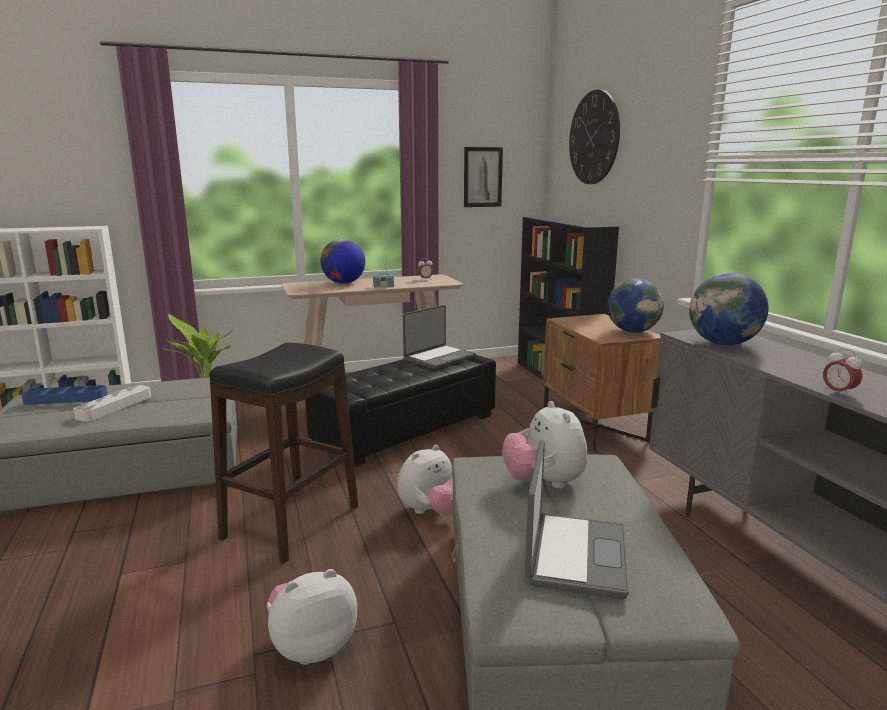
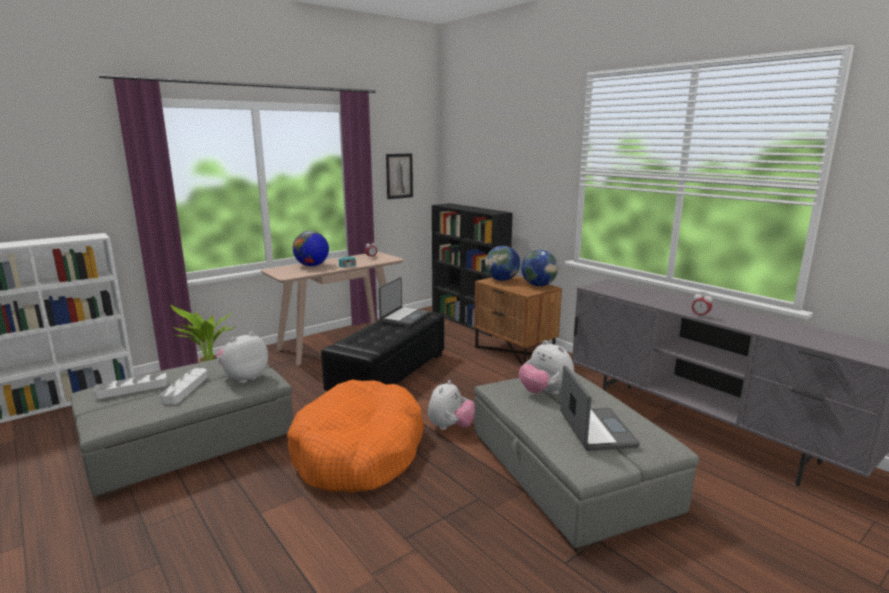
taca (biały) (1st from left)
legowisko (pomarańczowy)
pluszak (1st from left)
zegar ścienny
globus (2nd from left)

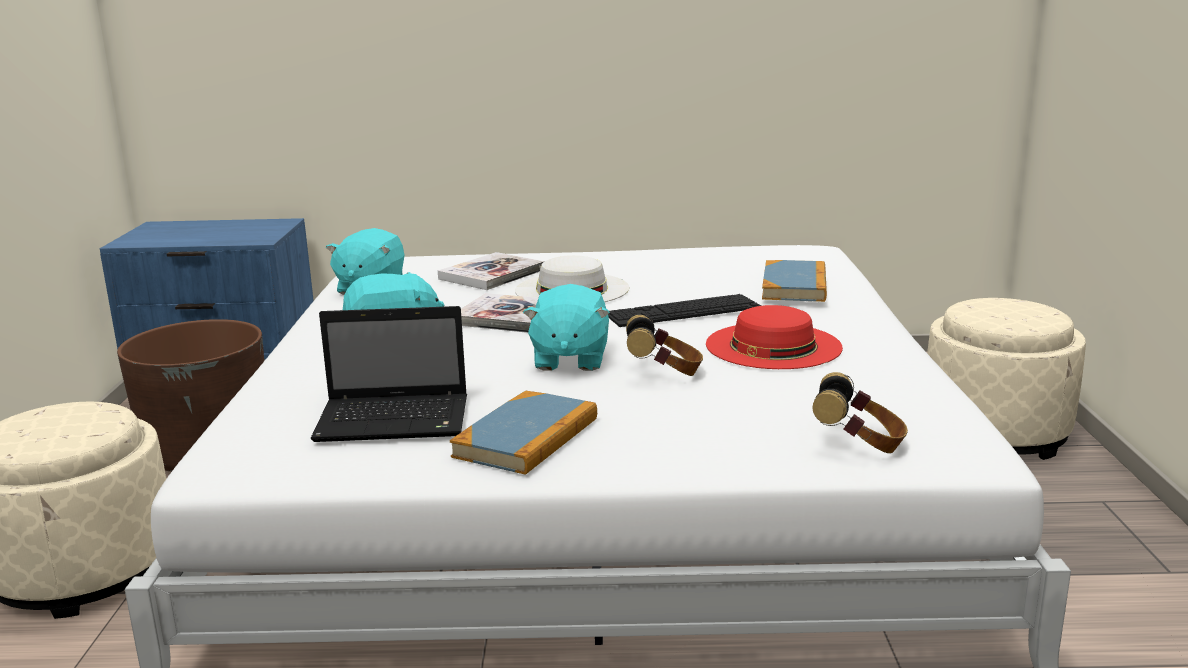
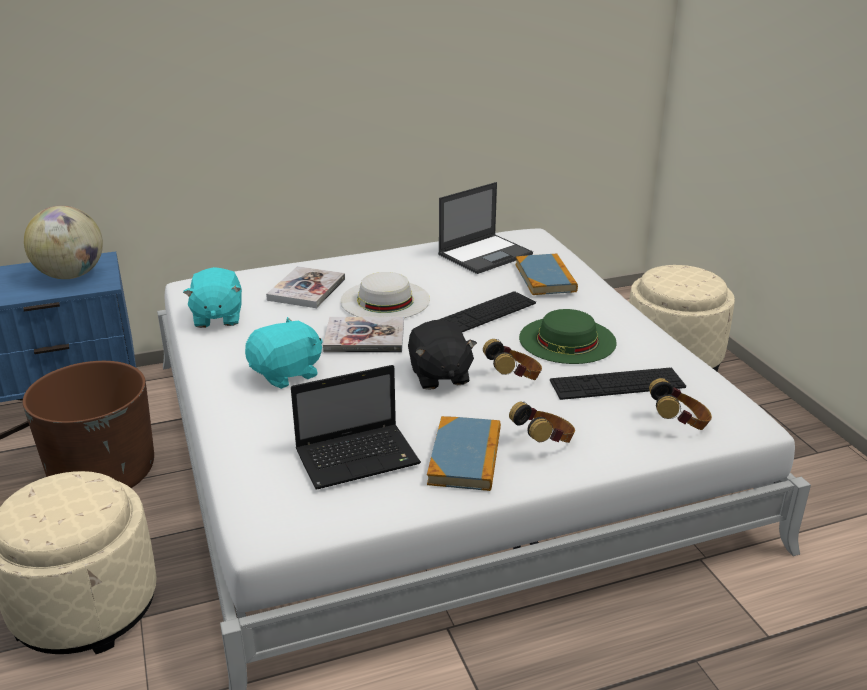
pluszak (czarny)
kapelusz (zielony)
globus
laptop (2nd from left)
słuchawki (2nd from left)
klawiatura (2nd from left)

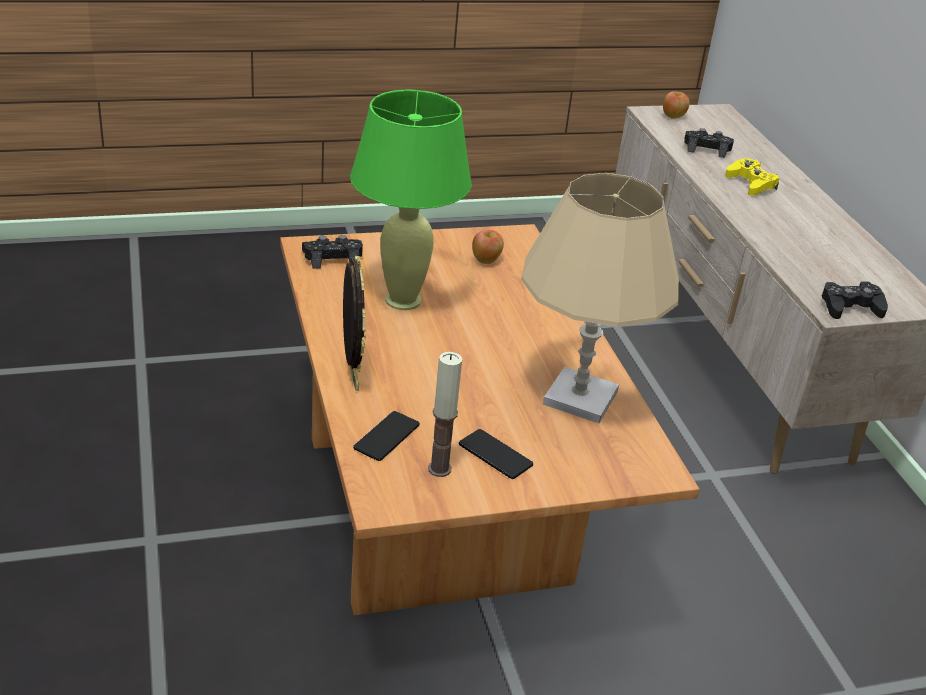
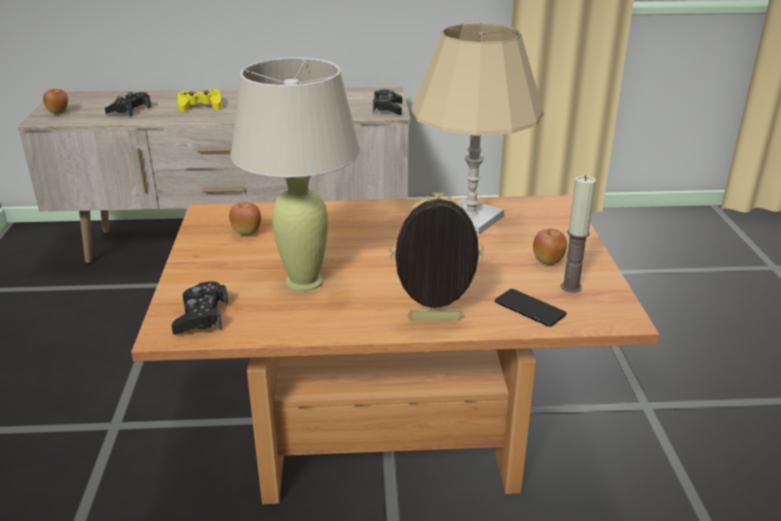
lampa stołowa (beżowy) (1st from left)
jabłko (3rd from left)

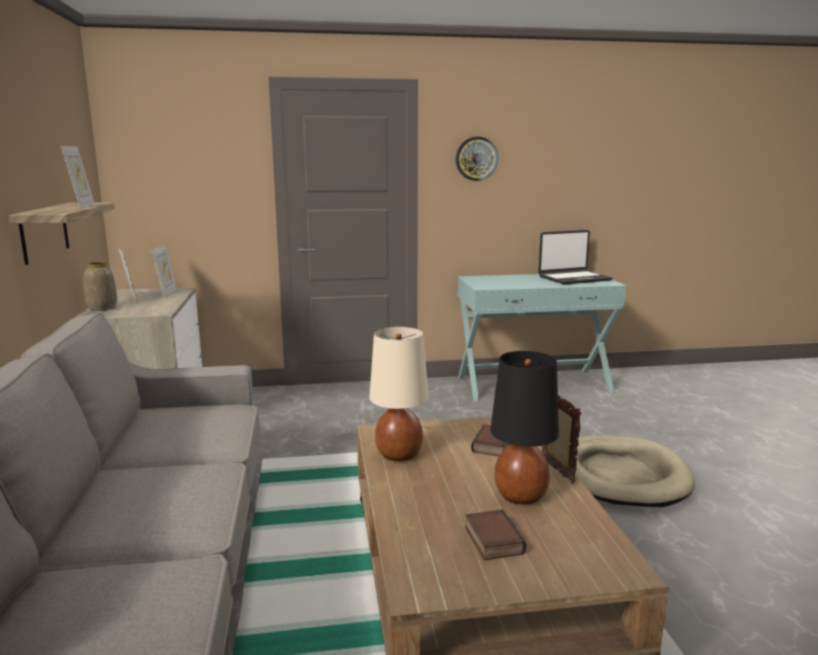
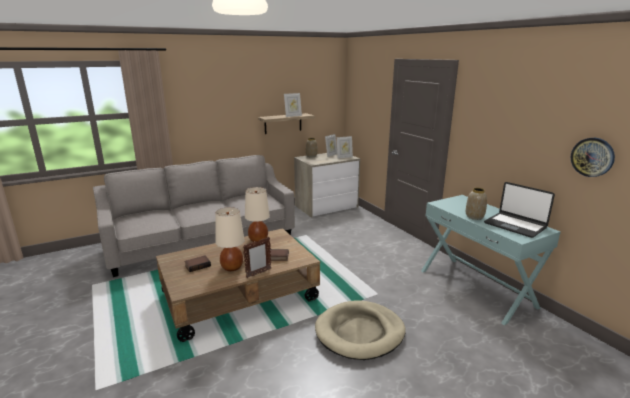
zegar ścienny
lampa stołowa (beżowy) (1st from left)
wazon (2nd from left)

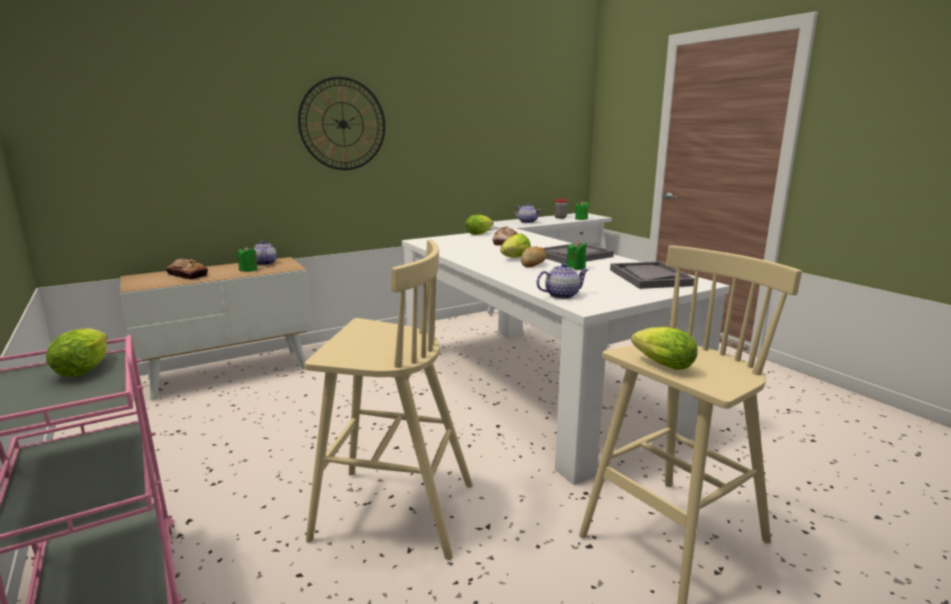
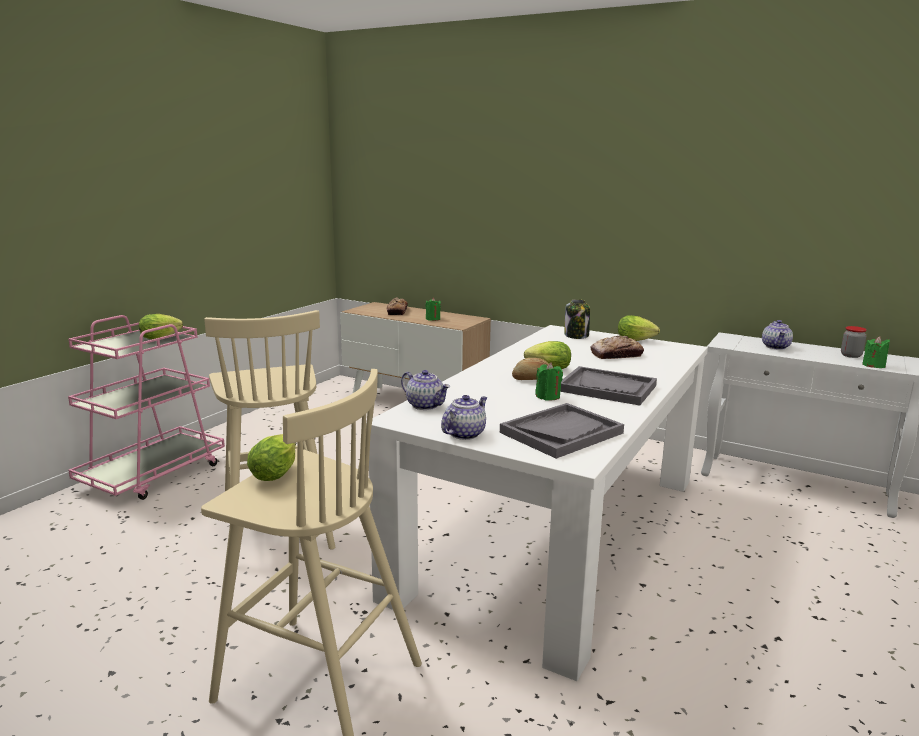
imbryk (2nd from left)
zegar ścienny
słoik (1st from left)

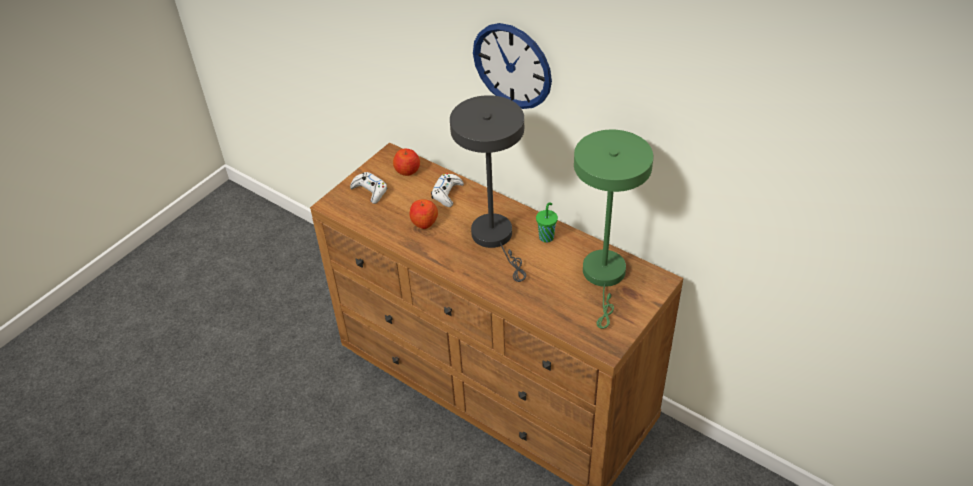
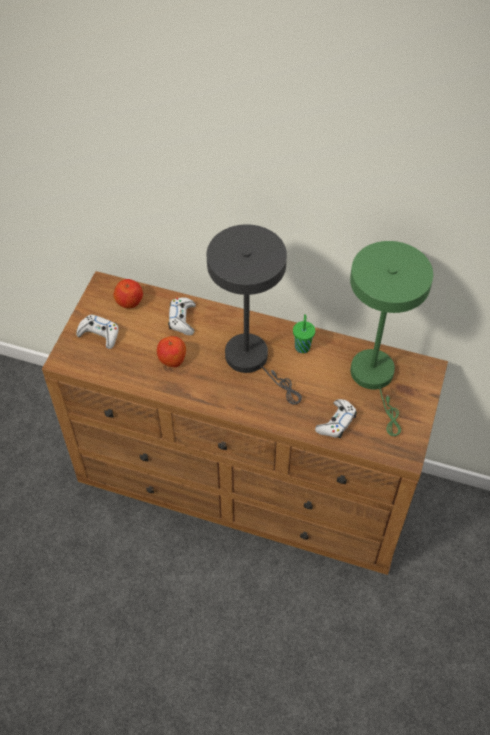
zegar ścienny
pad do gier (biały) (3rd from left)

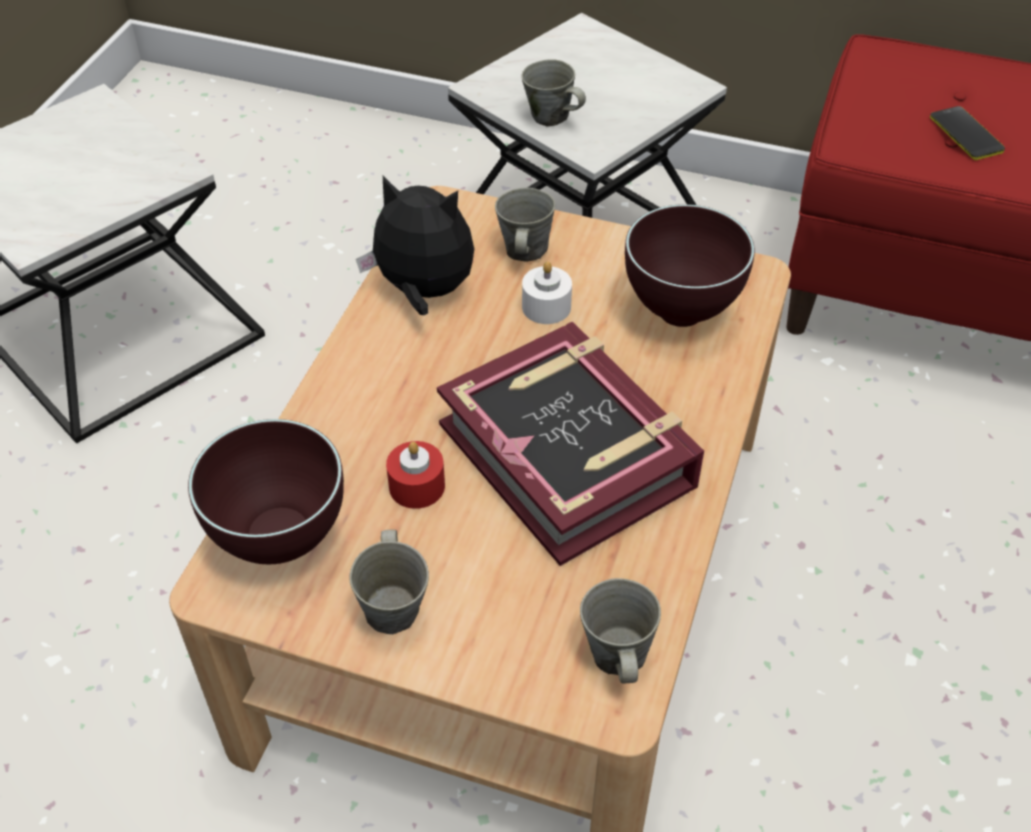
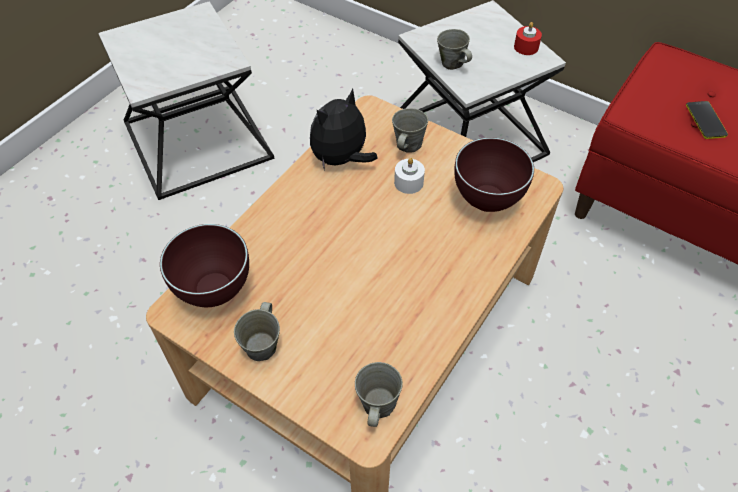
pluszak
świeca (czerwony)
książka

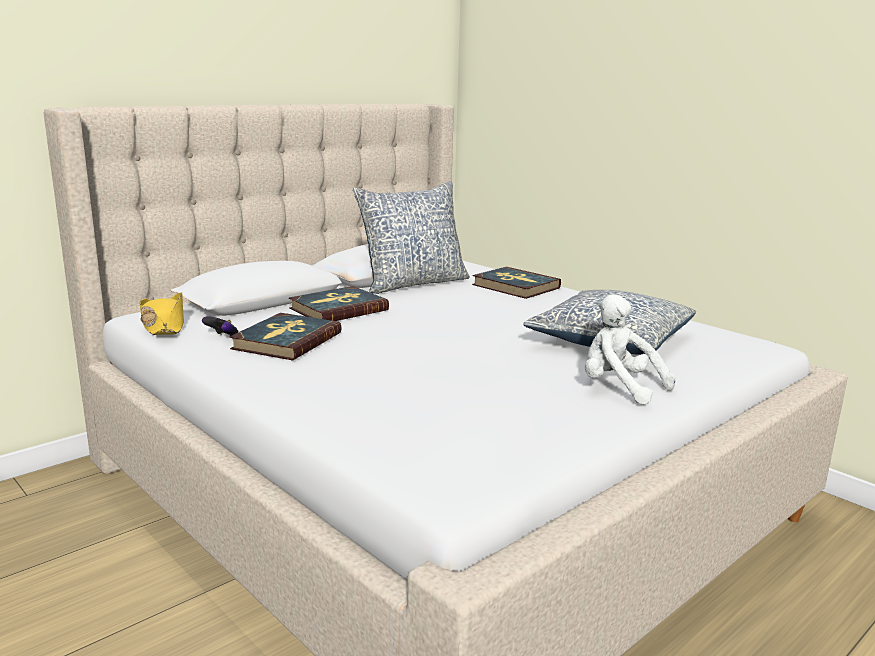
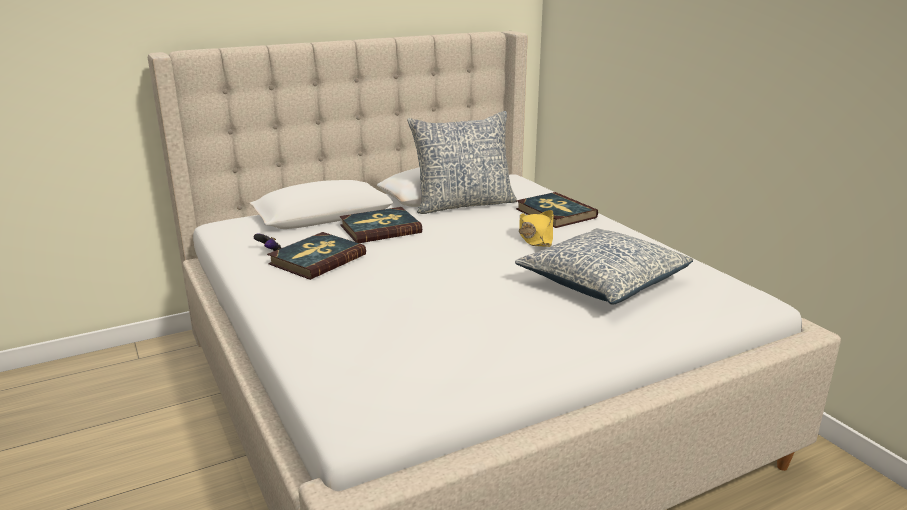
kapelusz (żółty)
pluszak (biały)

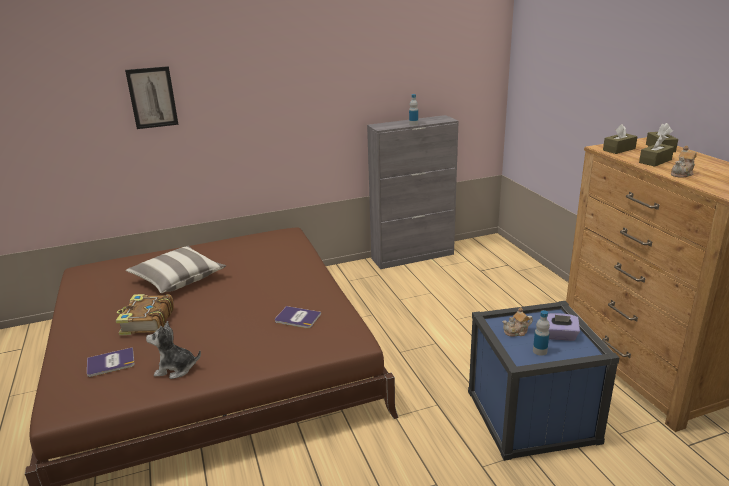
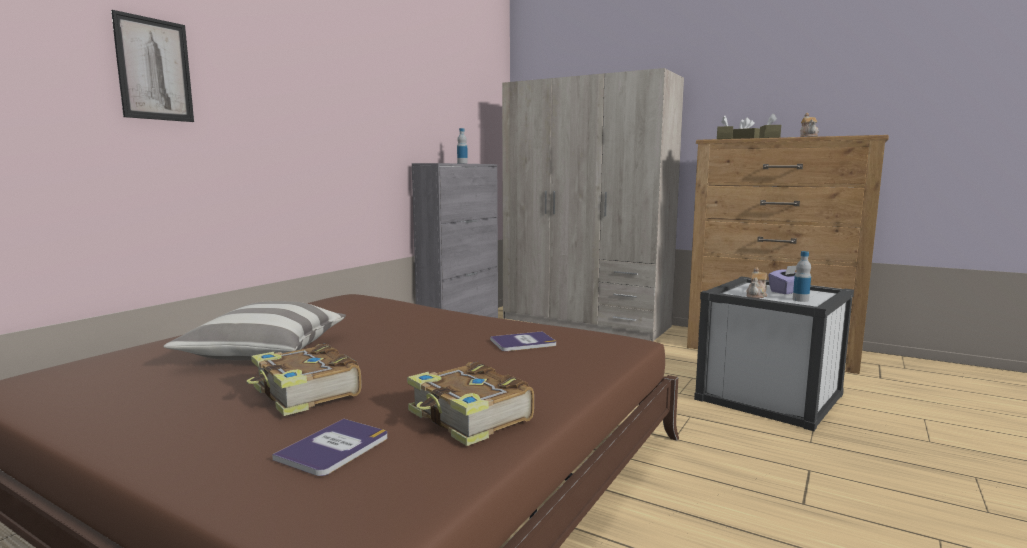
książka (3rd from left)
pojemnik do przechowywania (biały)
szafa (beżowy)

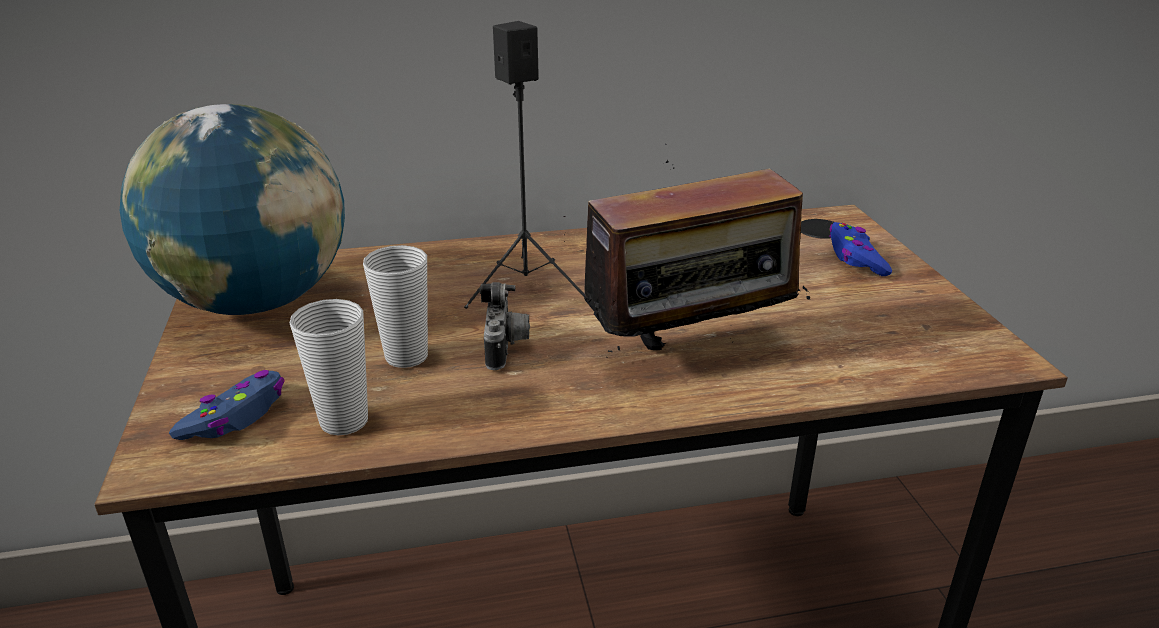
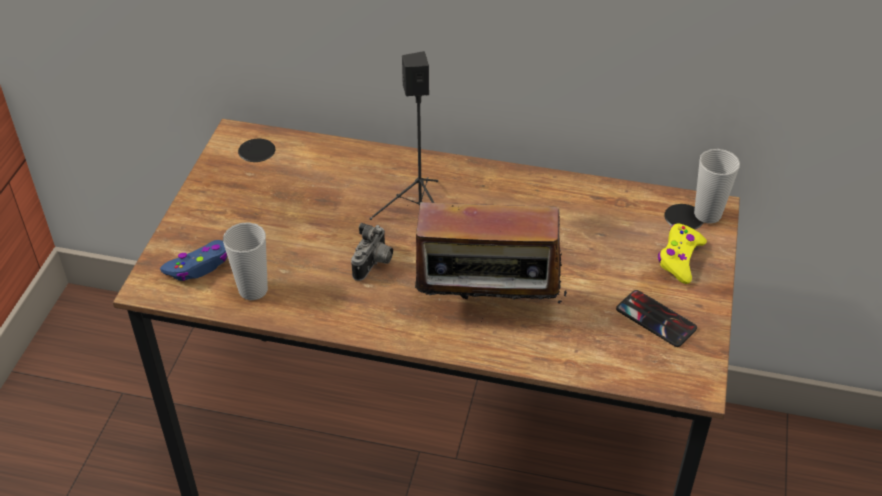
globus
filiżanka (2nd from left)
pad do gier (żółty)
telefon

